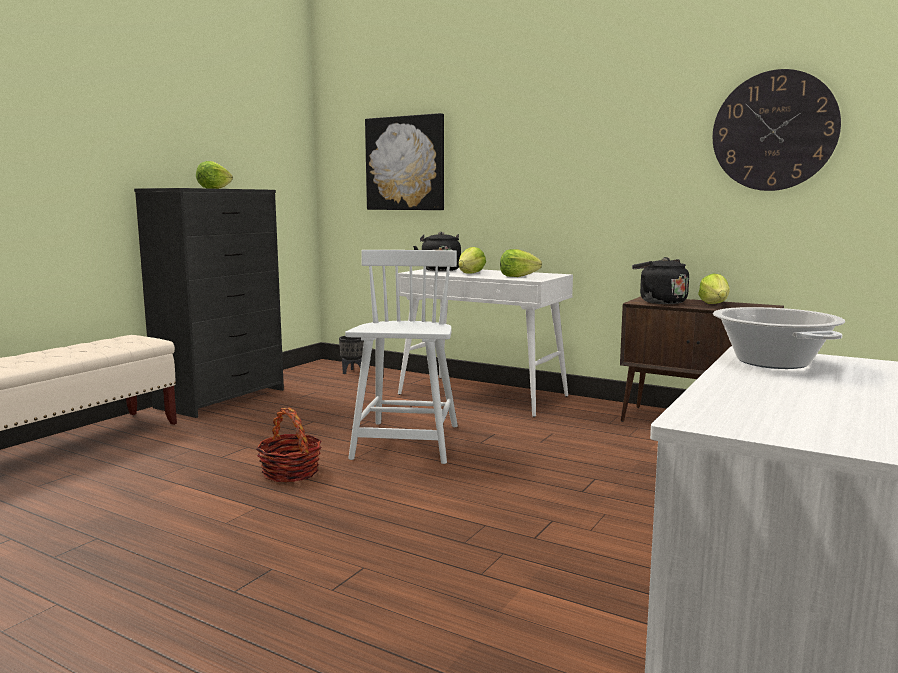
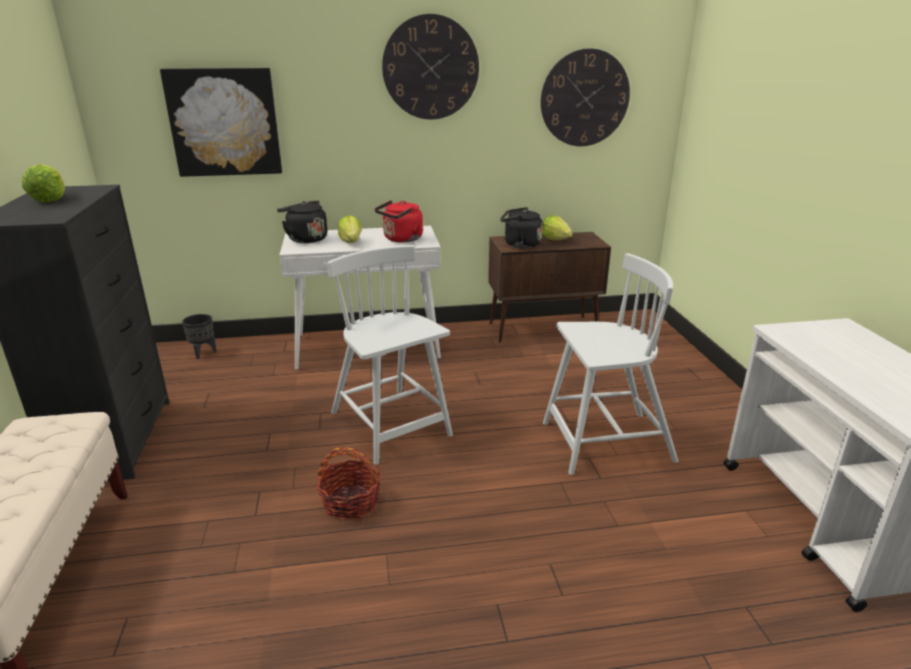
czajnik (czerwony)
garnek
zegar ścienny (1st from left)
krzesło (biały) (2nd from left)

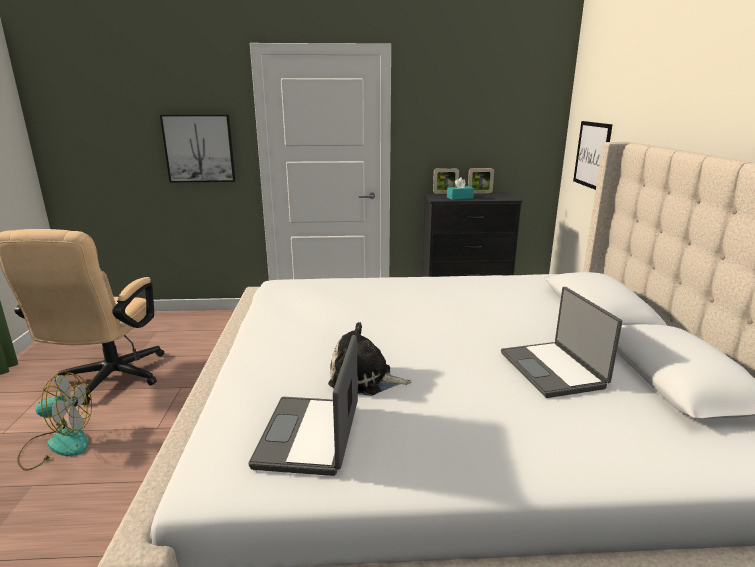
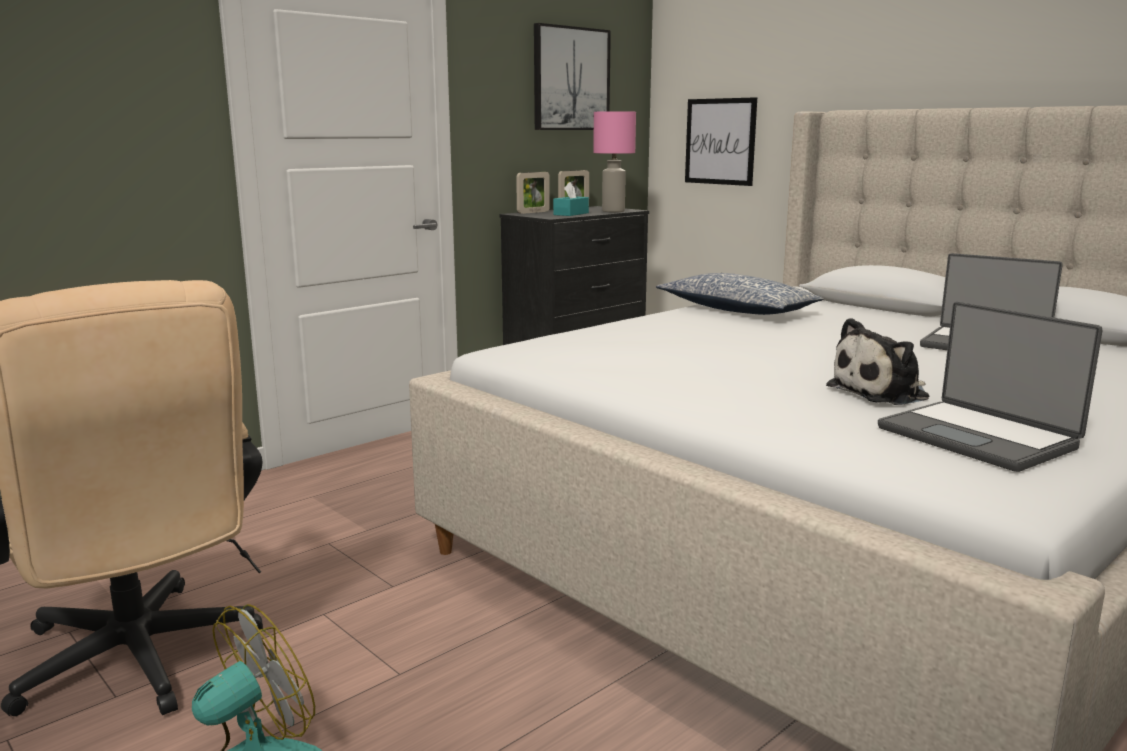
obraz (1st from left)
lampa stołowa (różowy)
poduszka

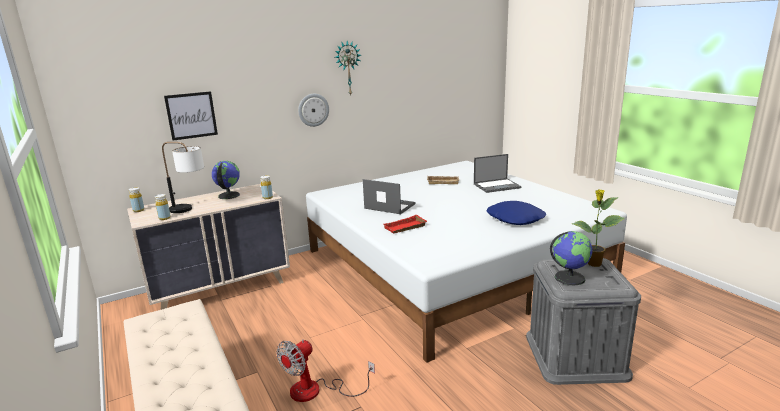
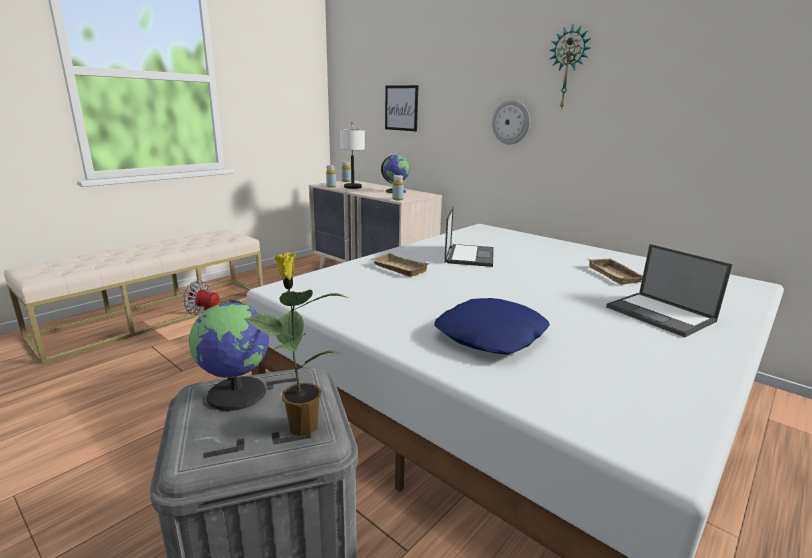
taca (beżowy) (1st from left)

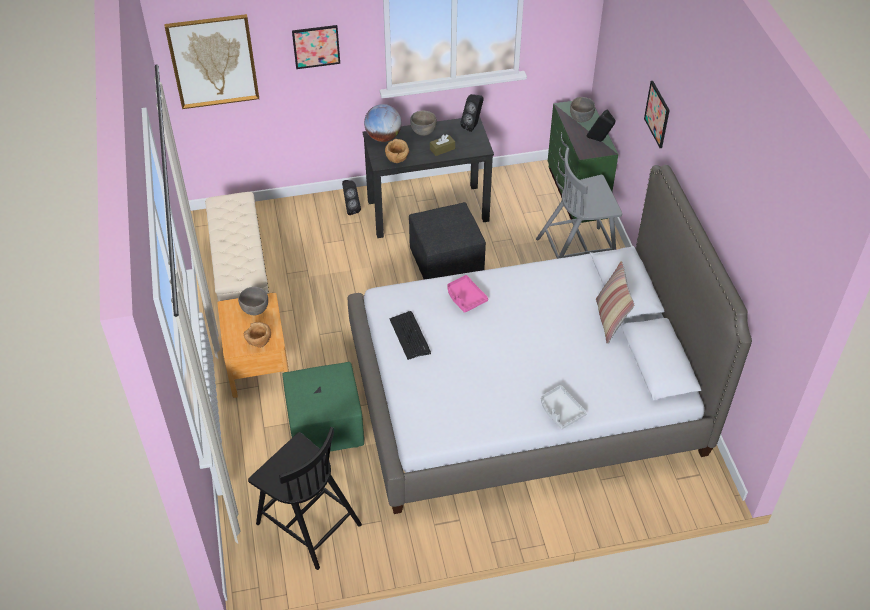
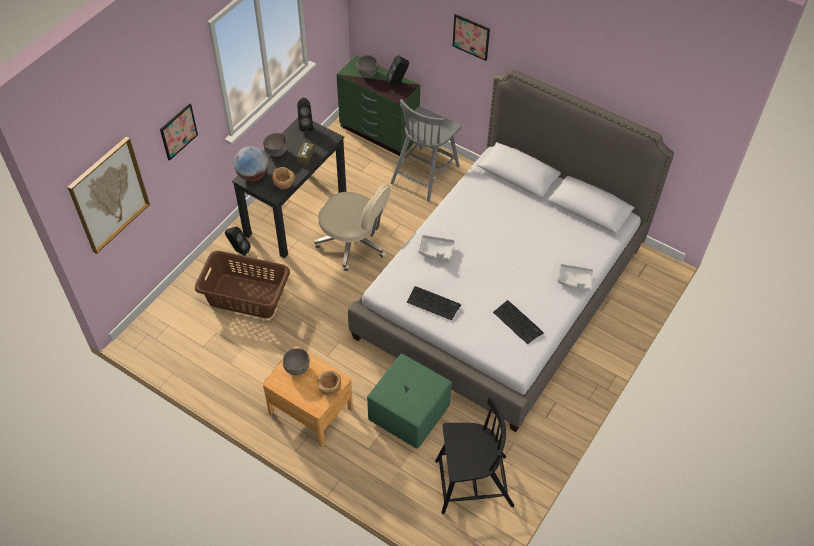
ławka (beżowy)
krzesło biurowe (beżowy)
taca (szary) (1st from left)
poduszka
kosz na pranie (brązowy)
klawiatura (2nd from left)

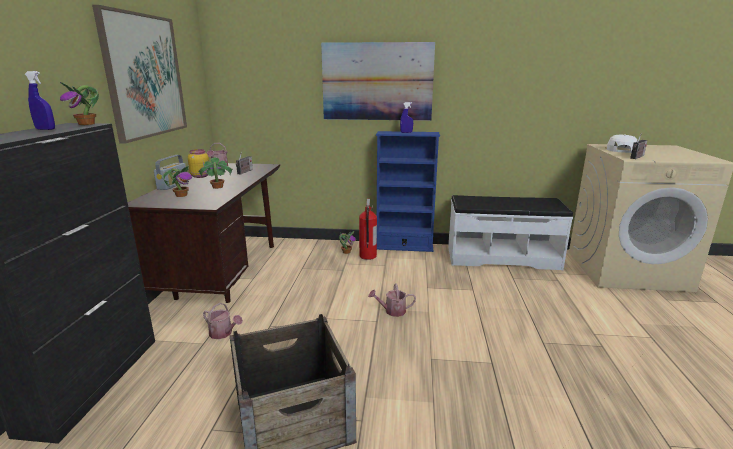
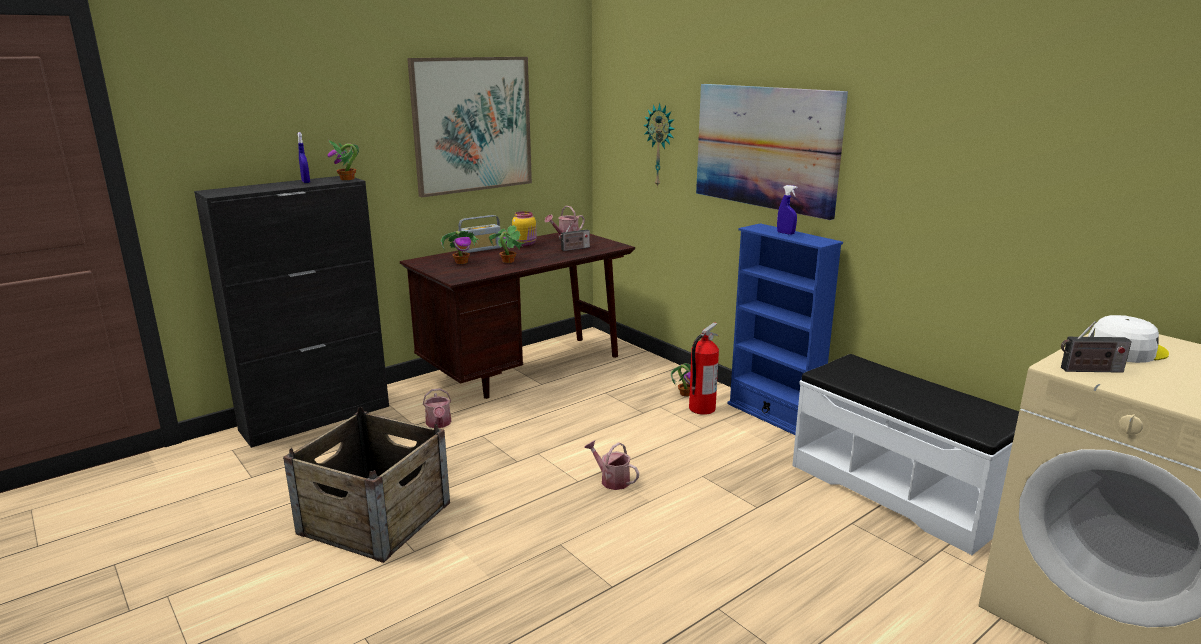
zegar ścienny

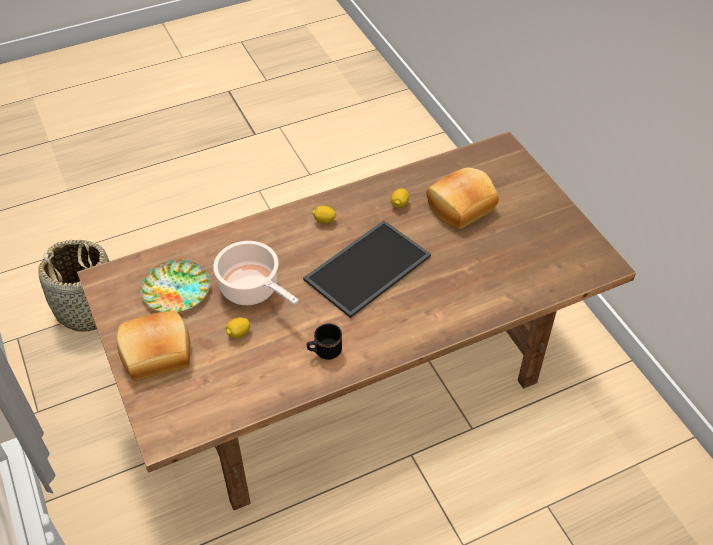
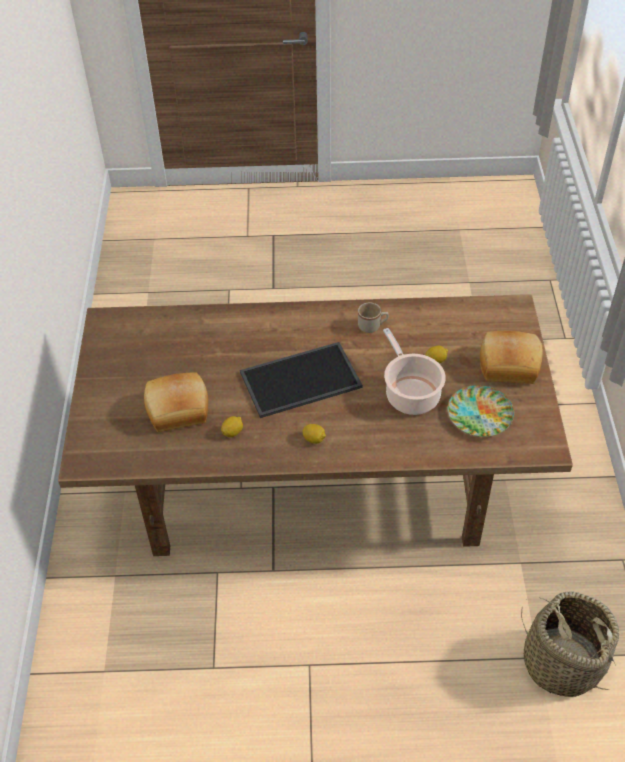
kubek (beżowy)

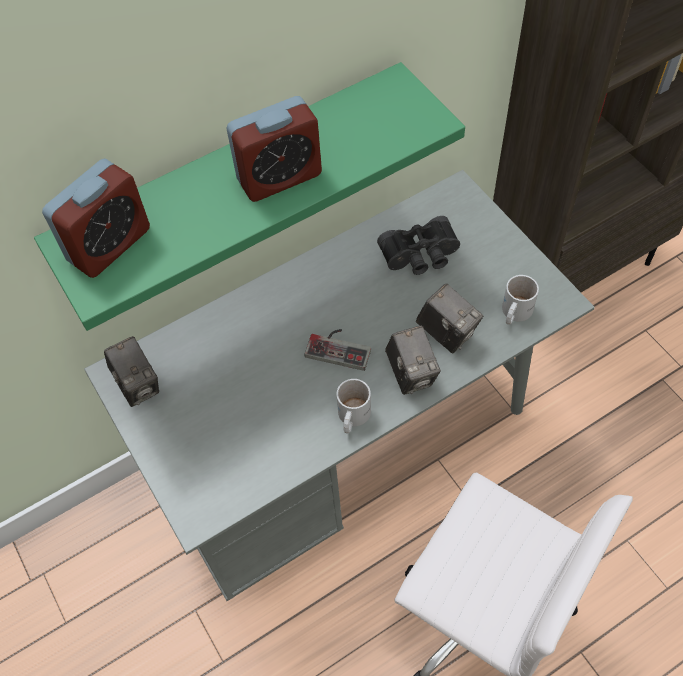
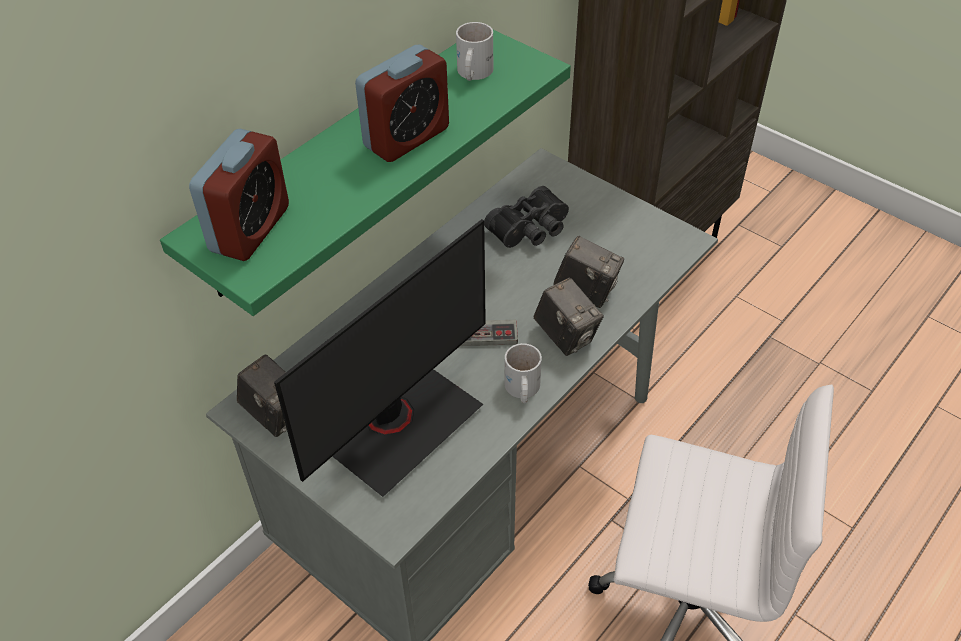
kubek (biały) (1st from left)
monitor

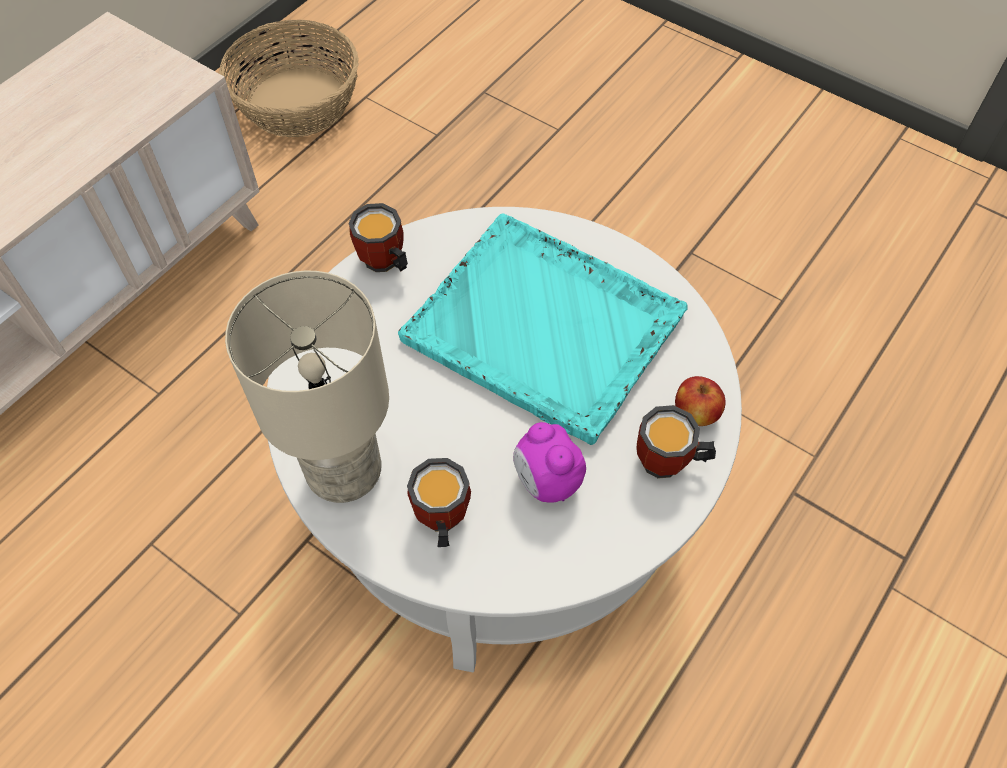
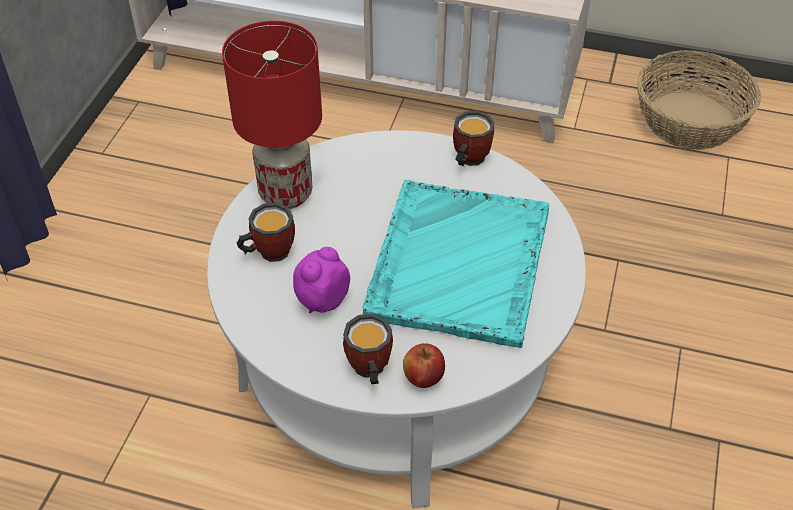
lampa stołowa (czerwony)

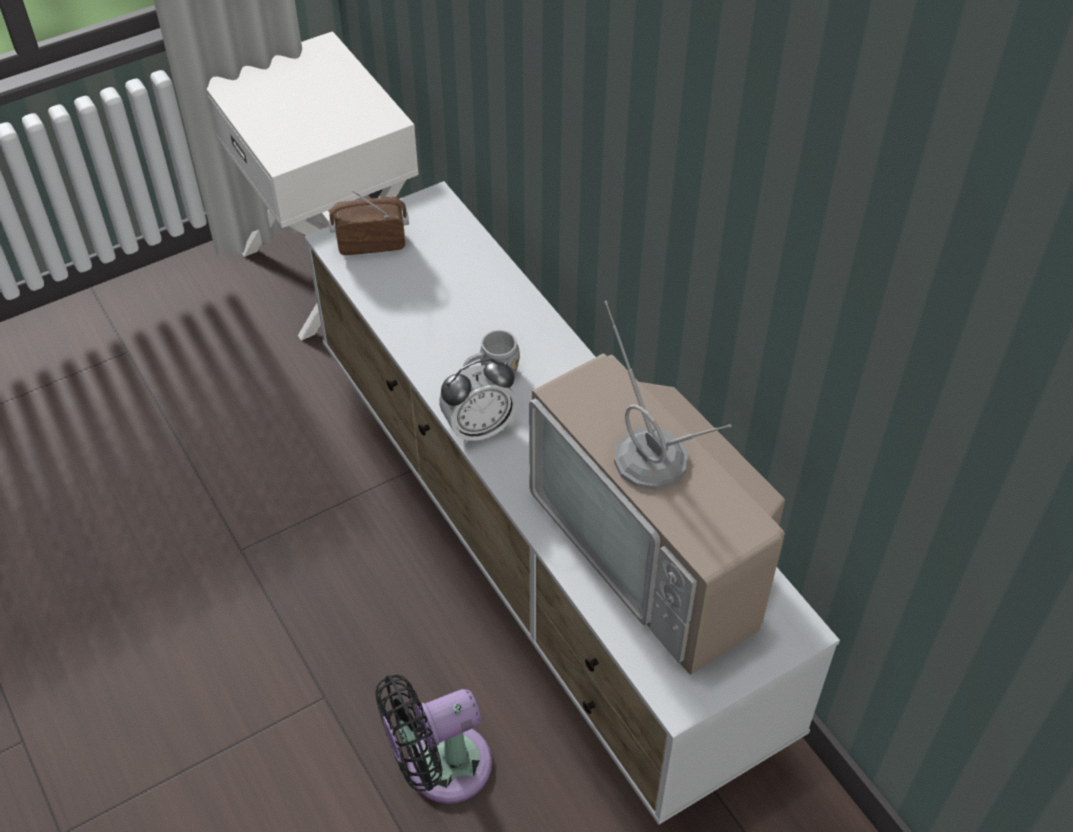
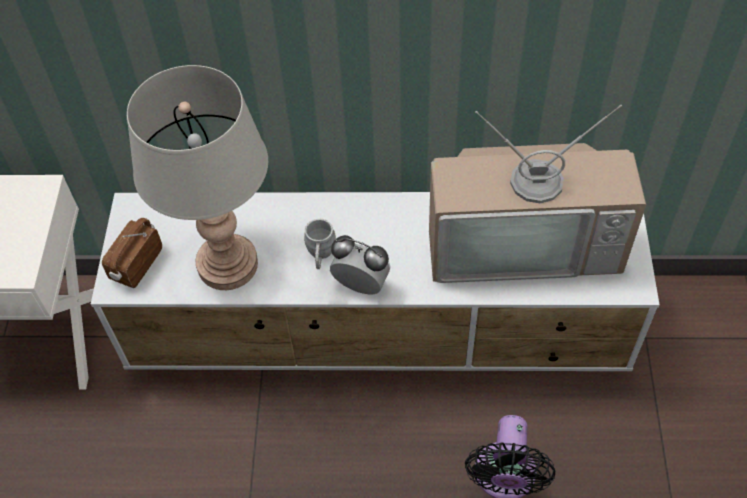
budzik
lampa stołowa (szary)

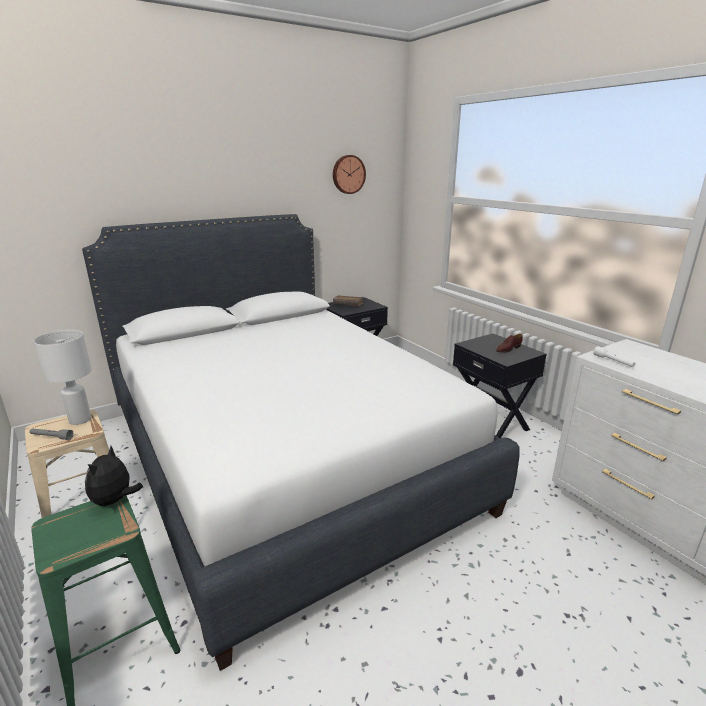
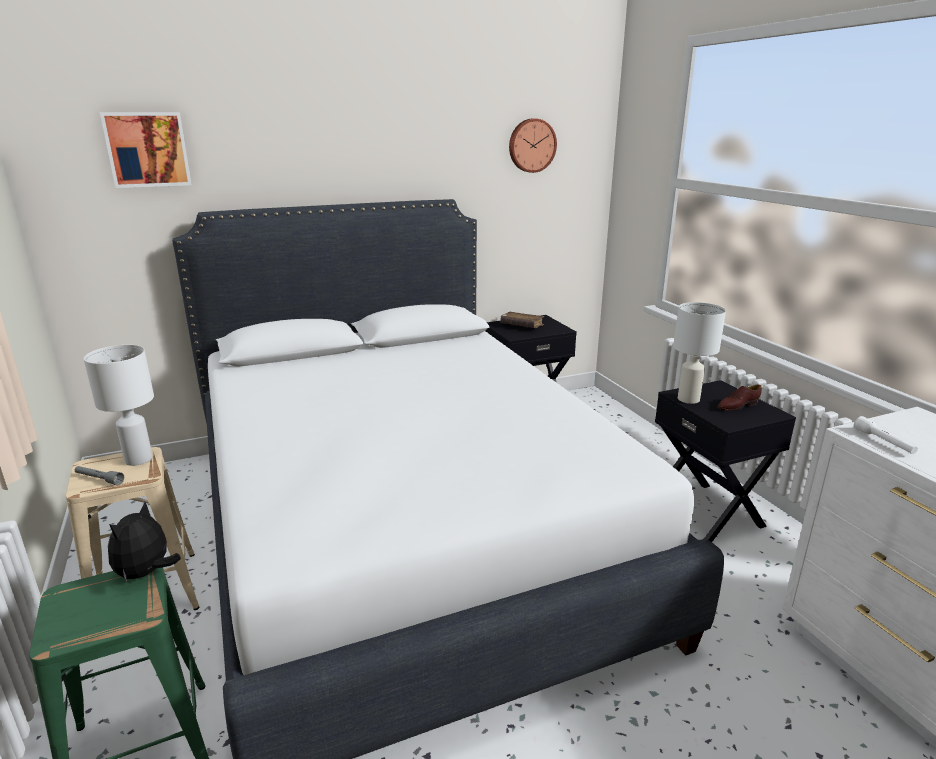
obraz
lampa stołowa (biały) (2nd from left)

